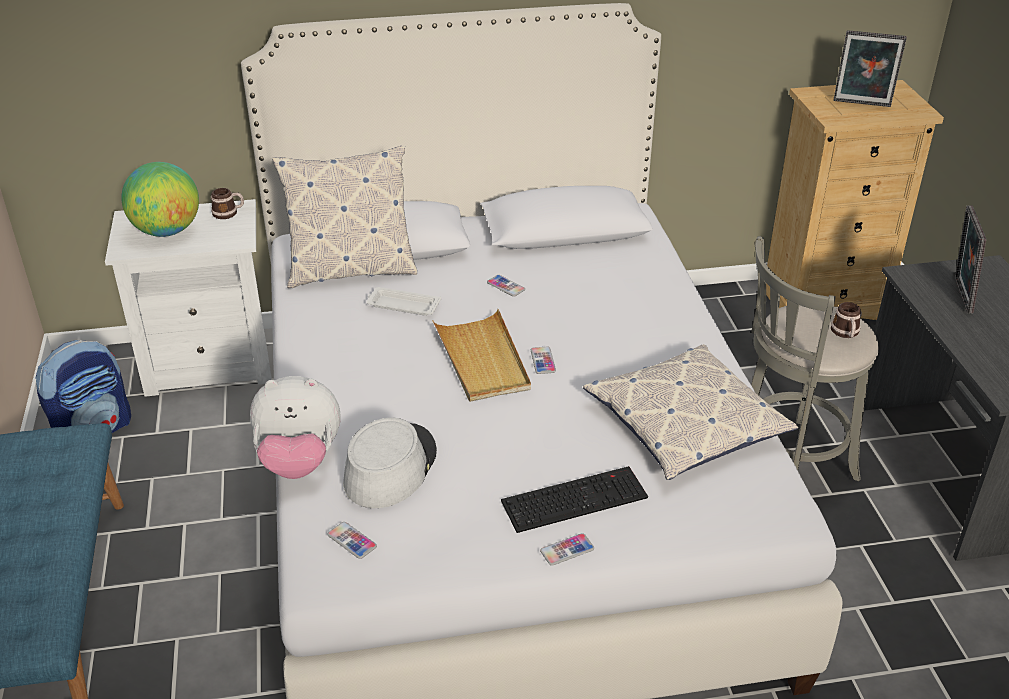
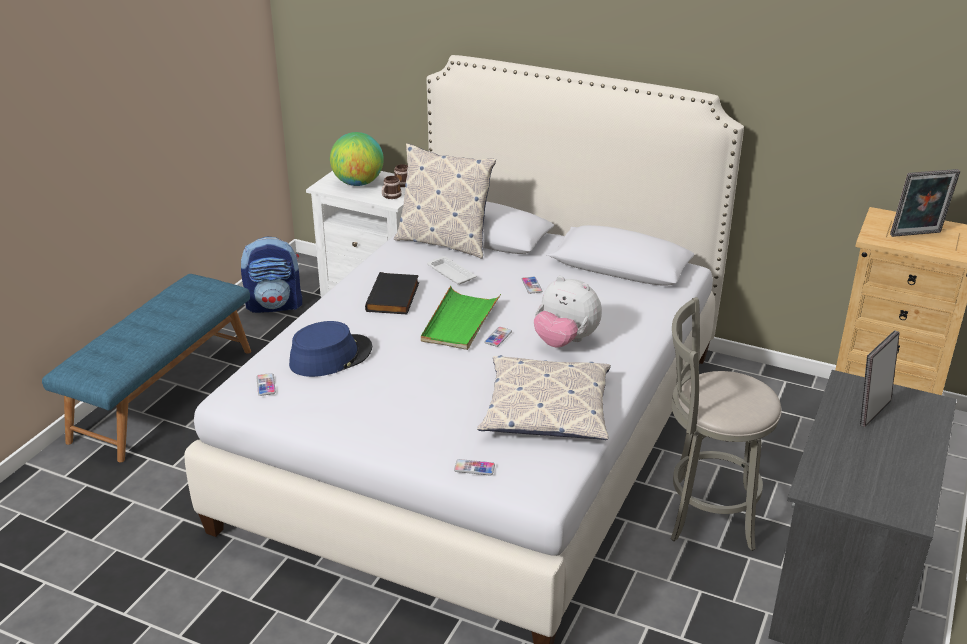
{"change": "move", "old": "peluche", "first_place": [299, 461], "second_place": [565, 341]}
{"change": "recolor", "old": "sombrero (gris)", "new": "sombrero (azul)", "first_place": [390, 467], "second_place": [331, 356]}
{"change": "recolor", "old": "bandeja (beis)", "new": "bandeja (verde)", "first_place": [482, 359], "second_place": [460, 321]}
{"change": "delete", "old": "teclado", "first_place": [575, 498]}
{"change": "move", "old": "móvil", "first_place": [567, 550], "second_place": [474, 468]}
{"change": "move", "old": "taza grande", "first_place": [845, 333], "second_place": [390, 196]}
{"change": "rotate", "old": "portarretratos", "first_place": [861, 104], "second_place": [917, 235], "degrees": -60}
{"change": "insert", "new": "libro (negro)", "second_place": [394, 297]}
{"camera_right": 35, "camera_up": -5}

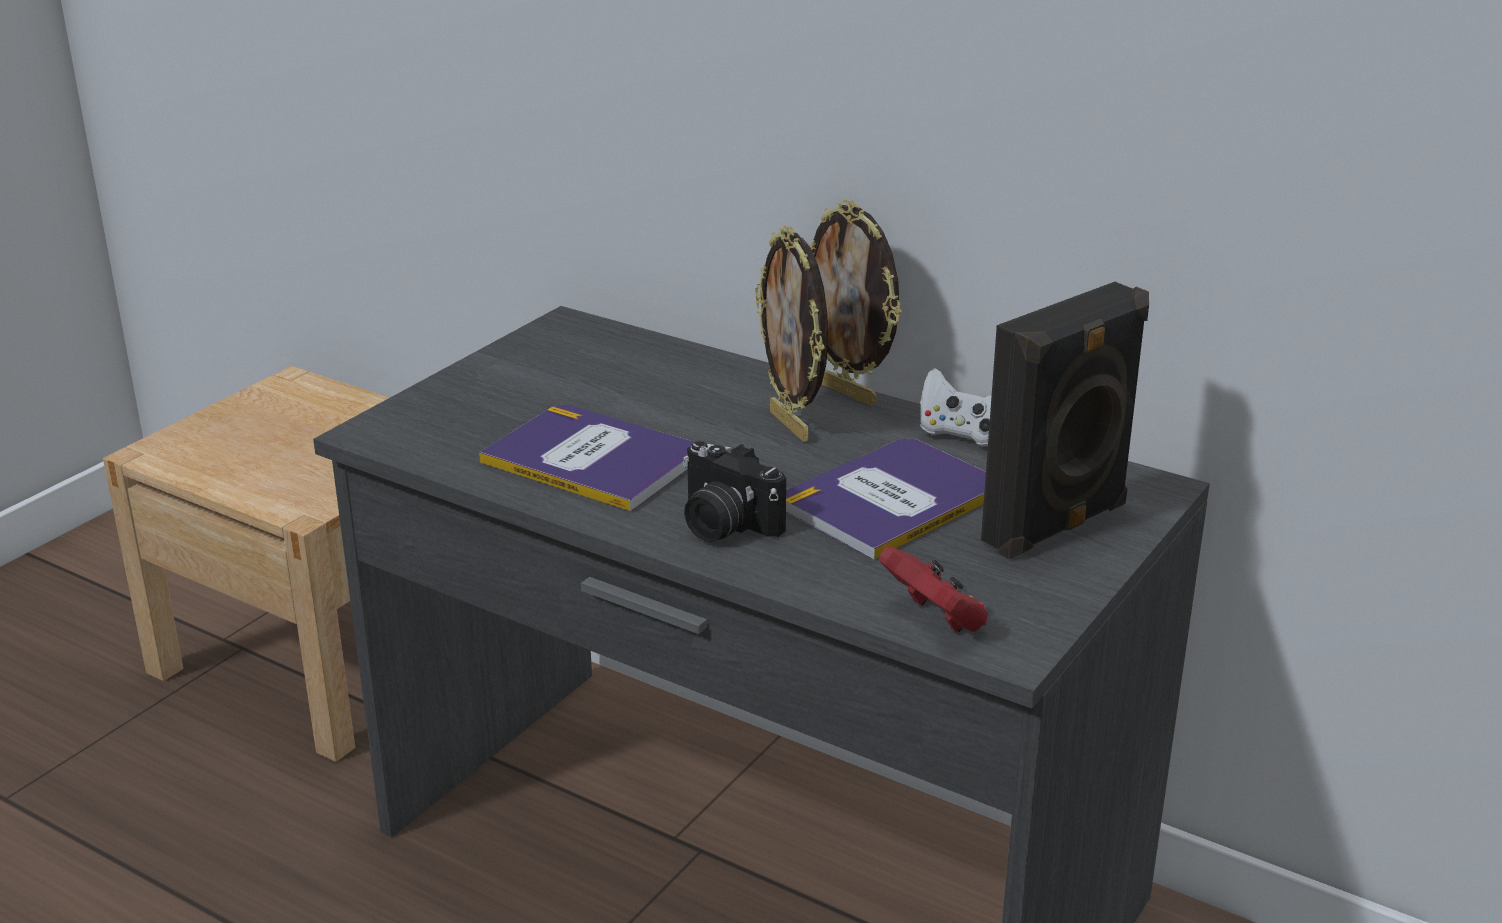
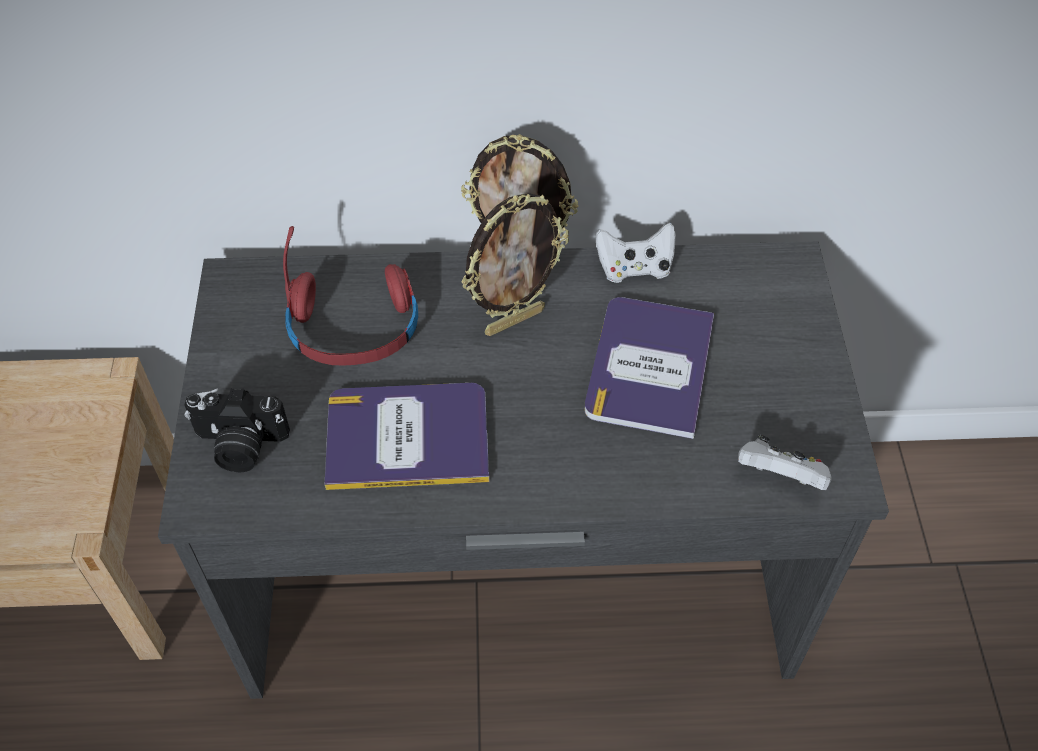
{"change": "move", "old": "cámara", "first_place": [723, 525], "second_place": [239, 445]}
{"change": "rotate", "old": "portarretratos", "first_place": [792, 426], "second_place": [514, 320], "degrees": -60}
{"change": "recolor", "old": "mando de consola (rojo)", "new": "mando de consola (blanco)", "first_place": [935, 619], "second_place": [780, 477]}
{"change": "delete", "old": "altavoz (negro)", "first_place": [1058, 526]}
{"change": "insert", "new": "auriculares (rojo)", "second_place": [354, 327]}
{"camera_right": -35, "camera_up": 25}

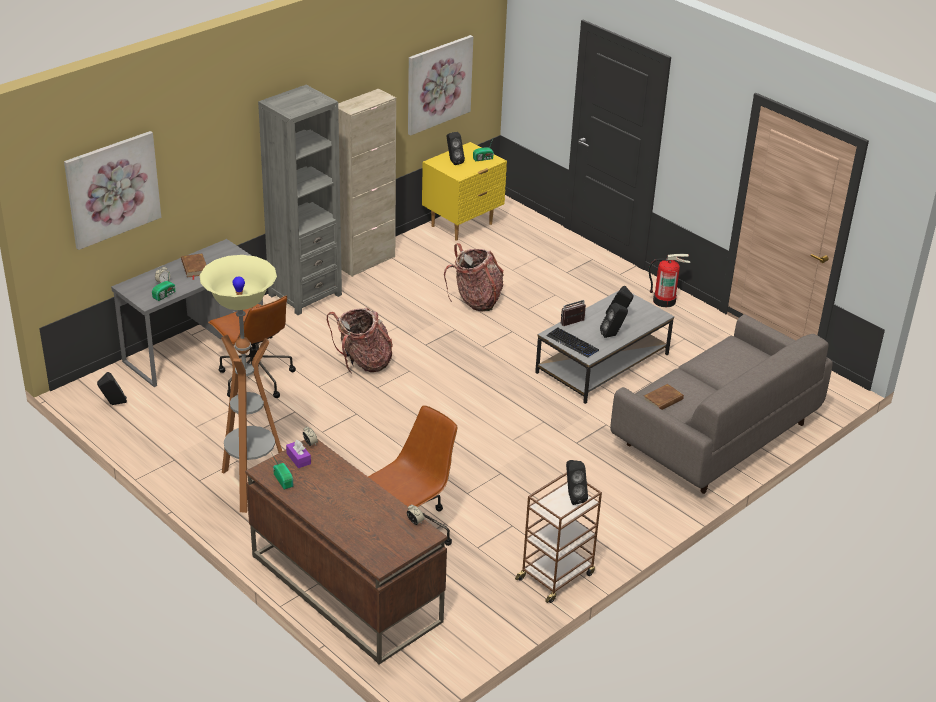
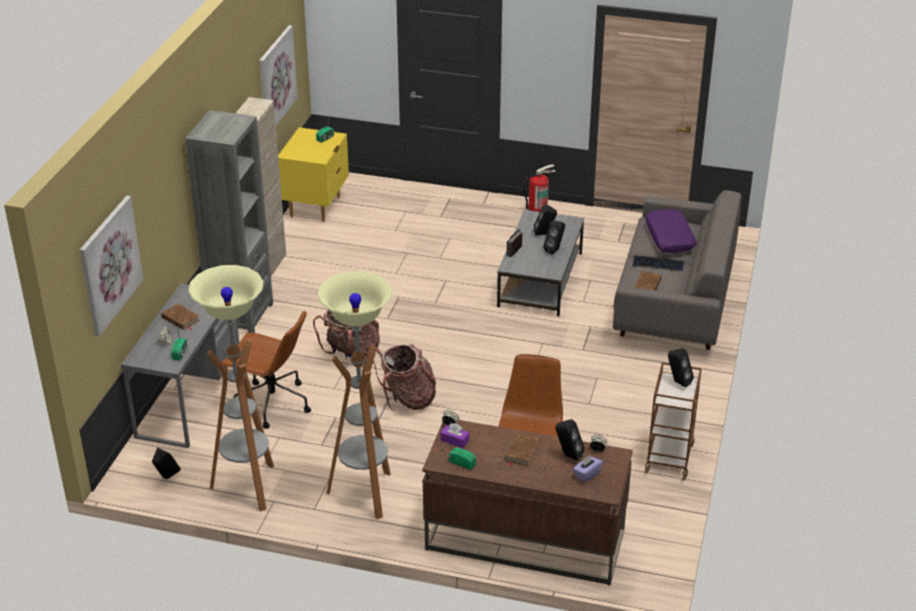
{"change": "move", "old": "mochila", "first_place": [476, 300], "second_place": [407, 399]}
{"change": "move", "old": "altavoz (negro)", "first_place": [453, 162], "second_place": [568, 455]}
{"change": "move", "old": "teclado", "first_place": [572, 343], "second_place": [658, 264]}
{"change": "insert", "new": "lámpara de pie", "second_place": [248, 487]}
{"change": "insert", "new": "libro (marrón)", "second_place": [521, 452]}
{"change": "insert", "new": "caja de pañuelos (morado)", "second_place": [587, 474]}
{"change": "insert", "new": "cojín (morado)", "second_place": [670, 237]}
{"camera_right": -30, "camera_up": 0}

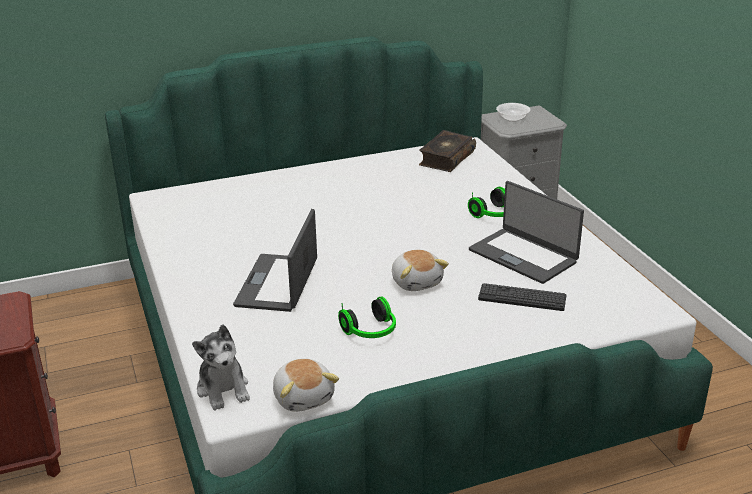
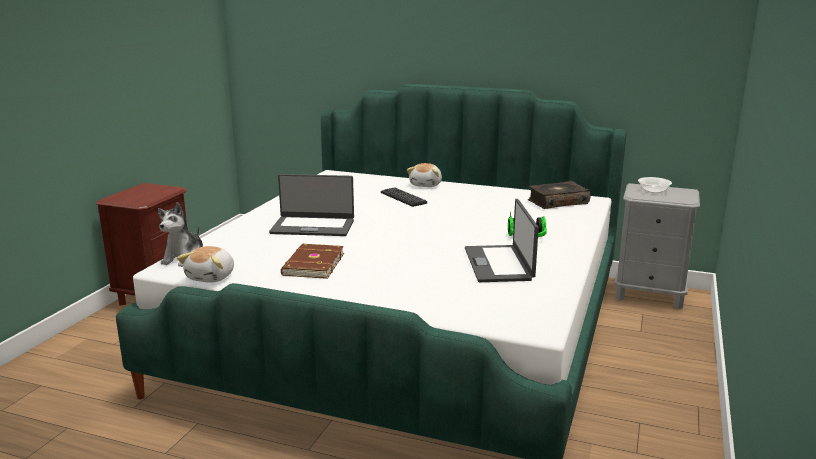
{"change": "rotate", "old": "portátil", "first_place": [278, 283], "second_place": [313, 226], "degrees": -135}
{"change": "replace", "old": "auriculares", "new": "libro (marrón)", "first_place": [371, 332], "second_place": [312, 264]}
{"change": "move", "old": "peluche", "first_place": [417, 282], "second_place": [426, 185]}
{"change": "move", "old": "teclado", "first_place": [522, 298], "second_place": [403, 198]}
{"camera_right": 40, "camera_up": -10}

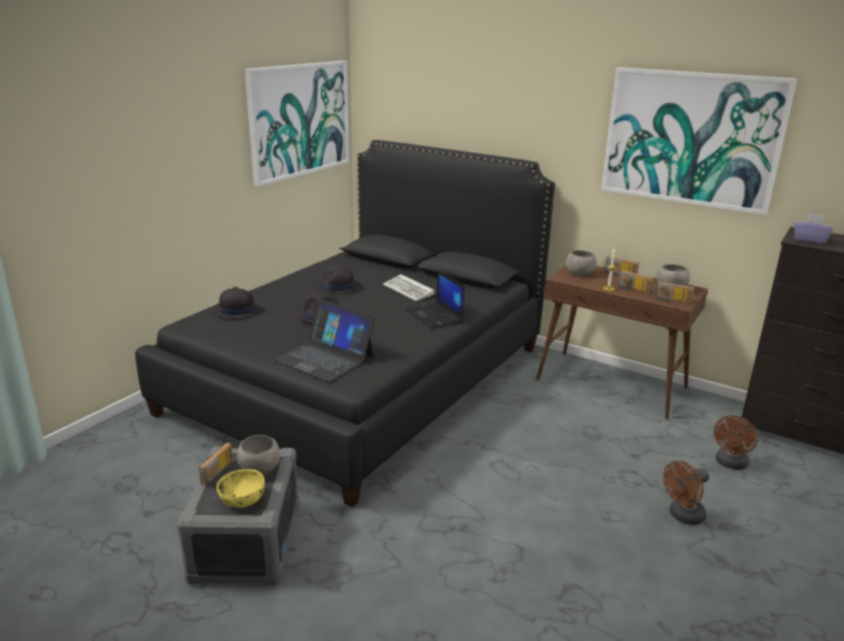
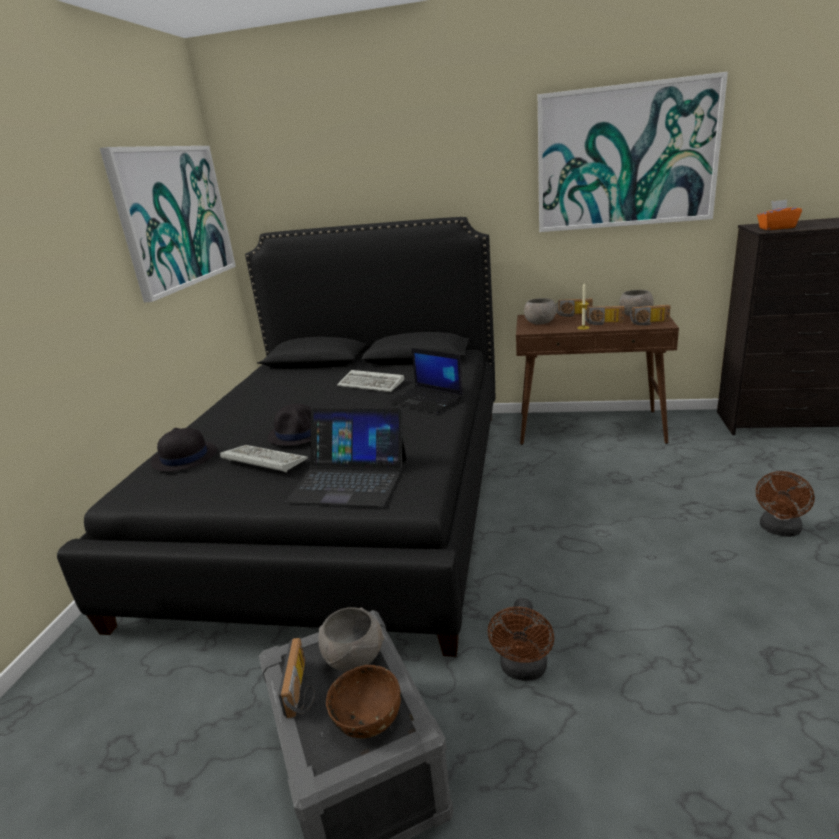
{"change": "recolor", "old": "cuenco (amarillo)", "new": "cuenco (marrón)", "first_place": [242, 499], "second_place": [366, 717]}
{"change": "delete", "old": "sombrero (negro)", "first_place": [338, 287]}
{"change": "move", "old": "ventilador (marrón)", "first_place": [730, 464], "second_place": [523, 670]}
{"change": "recolor", "old": "caja de pañuelos (morado)", "new": "caja de pañuelos (naranja)", "first_place": [809, 240], "second_place": [776, 228]}
{"change": "insert", "new": "teclado", "second_place": [262, 461]}
{"camera_right": -20, "camera_up": 0}

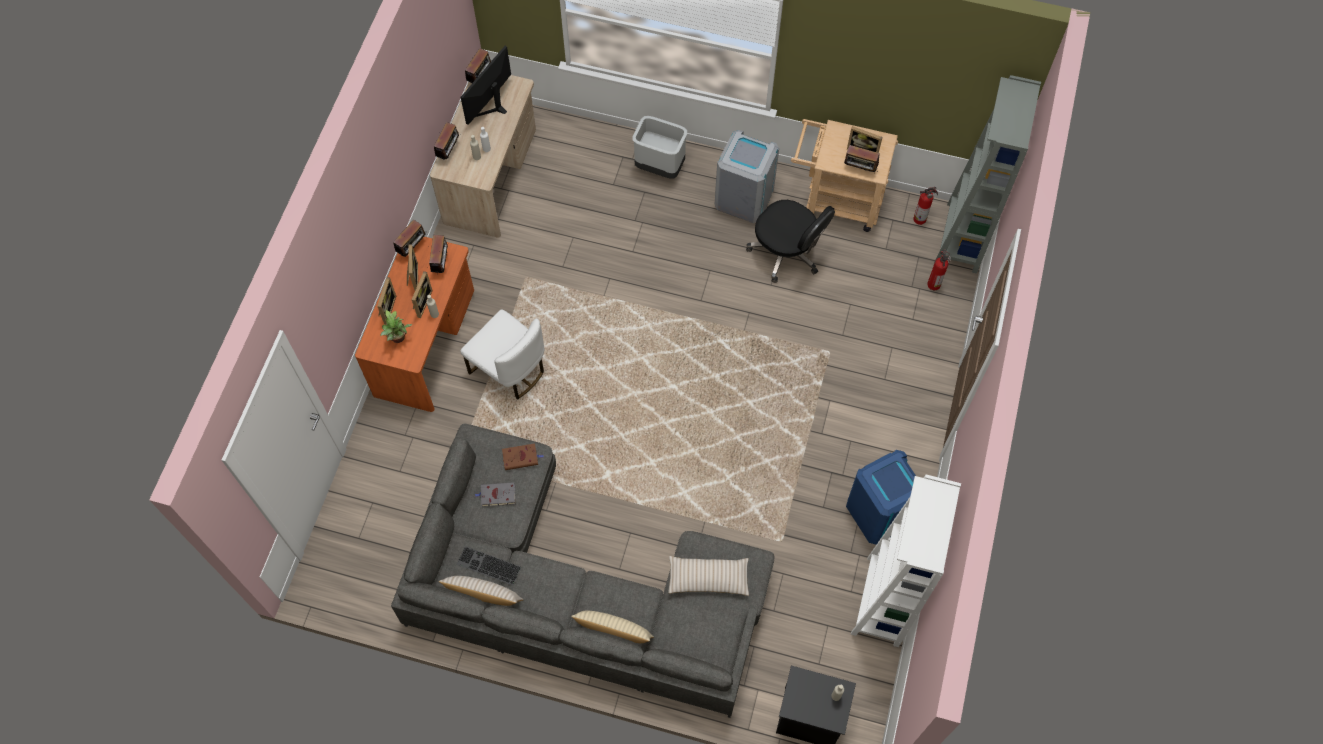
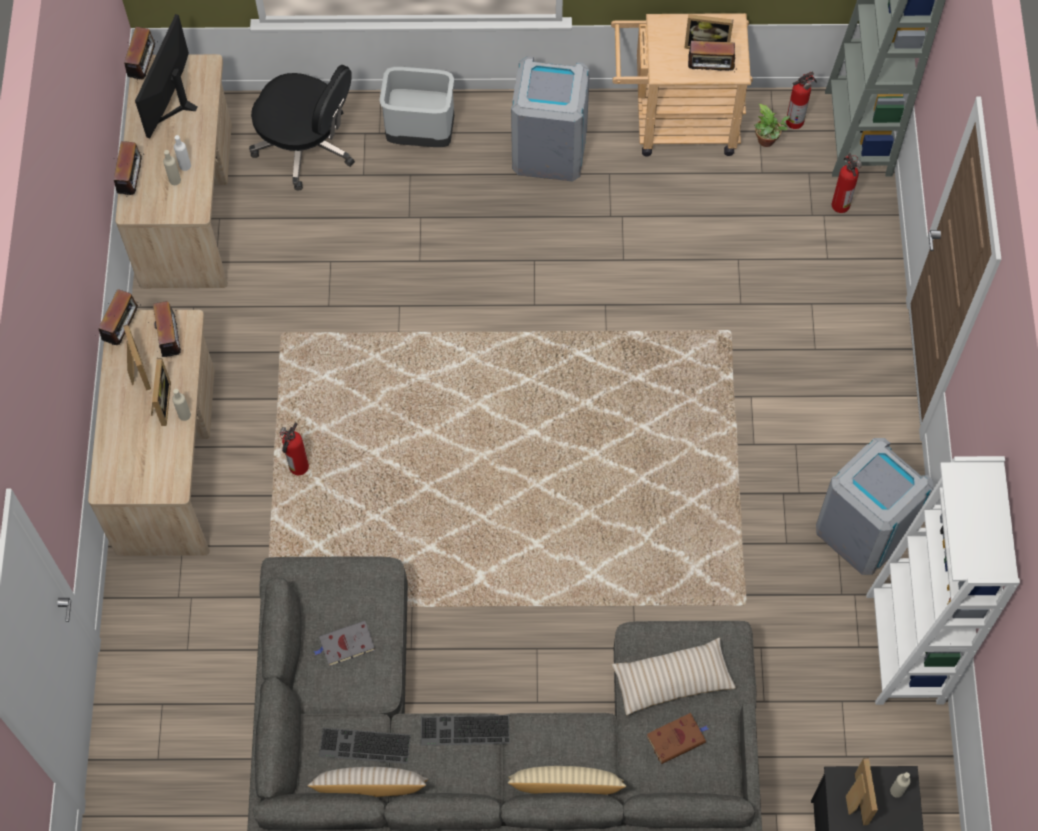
{"change": "recolor", "old": "escritorio (naranja)", "new": "escritorio (beis)", "first_place": [426, 343], "second_place": [168, 461]}
{"change": "move", "old": "portarretratos", "first_place": [386, 309], "second_place": [855, 799]}
{"change": "move", "old": "planta en maceta", "first_place": [398, 339], "second_place": [767, 142]}
{"change": "replace", "old": "silla (blanco)", "new": "extintor", "first_place": [509, 370], "second_place": [298, 468]}
{"change": "move", "old": "libro (marrón)", "first_place": [521, 457], "second_place": [677, 738]}
{"change": "move", "old": "silla de oficina (negro)", "first_place": [787, 252], "second_place": [307, 146]}
{"change": "recolor", "old": "papelera (azul)", "new": "papelera (gris)", "first_place": [879, 512], "second_place": [863, 529]}
{"change": "insert", "new": "teclado", "second_place": [464, 732]}
{"camera_right": -15, "camera_up": 0}

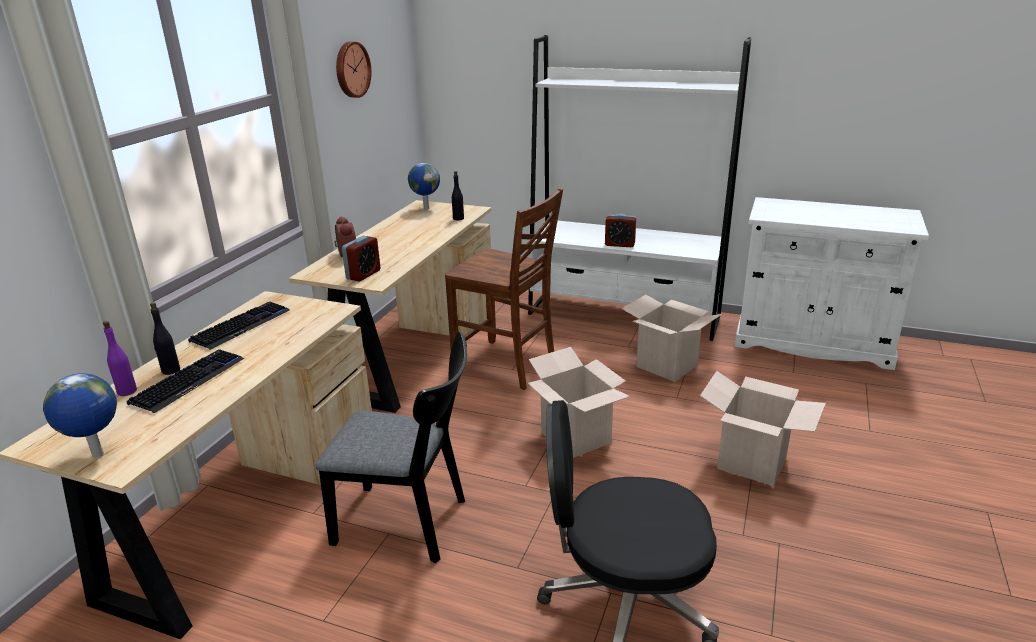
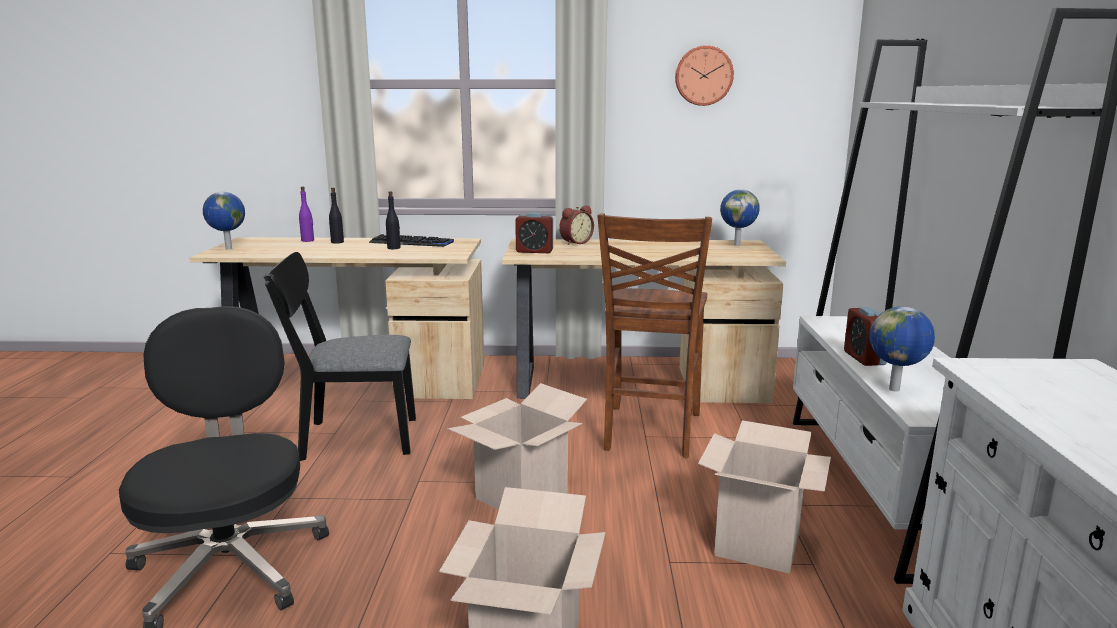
{"change": "delete", "old": "teclado", "first_place": [188, 381]}
{"change": "rotate", "old": "silla (negro)", "first_place": [410, 523], "second_place": [349, 438], "degrees": 90}
{"change": "move", "old": "botella (negro)", "first_place": [458, 218], "second_place": [394, 248]}
{"change": "insert", "new": "globo terráqueo", "second_place": [895, 390]}
{"camera_right": 70, "camera_up": -10}

